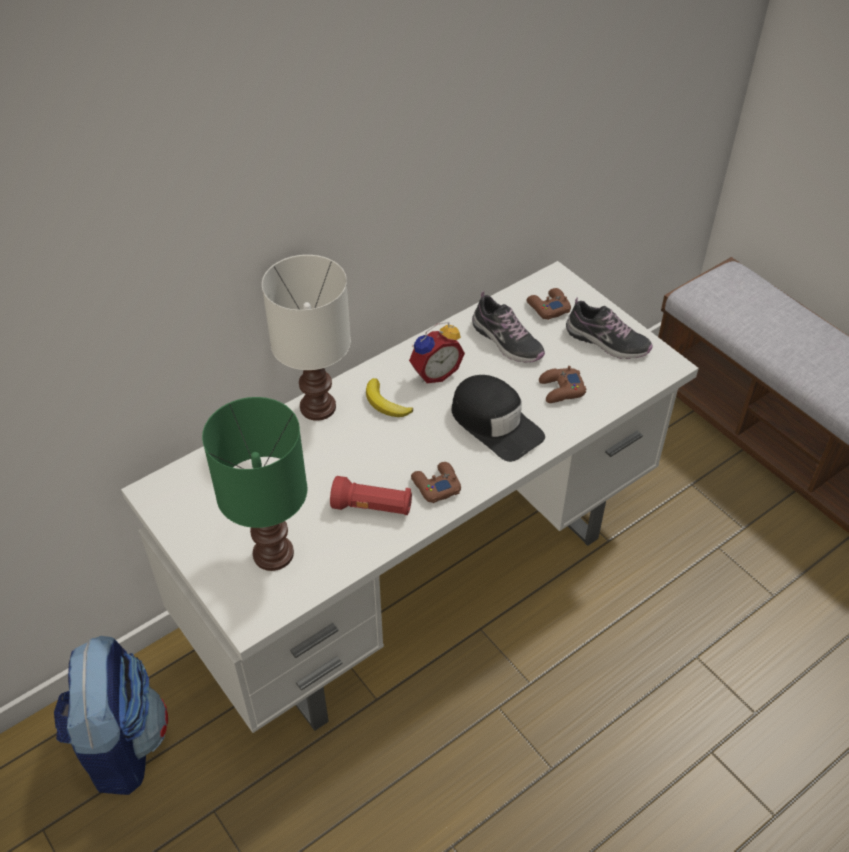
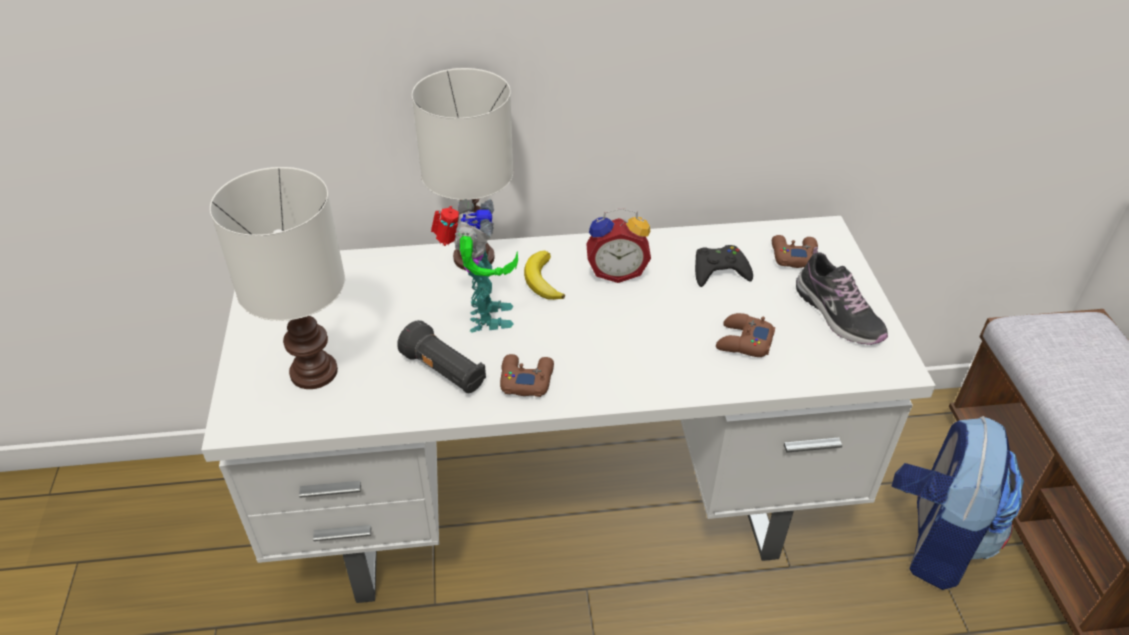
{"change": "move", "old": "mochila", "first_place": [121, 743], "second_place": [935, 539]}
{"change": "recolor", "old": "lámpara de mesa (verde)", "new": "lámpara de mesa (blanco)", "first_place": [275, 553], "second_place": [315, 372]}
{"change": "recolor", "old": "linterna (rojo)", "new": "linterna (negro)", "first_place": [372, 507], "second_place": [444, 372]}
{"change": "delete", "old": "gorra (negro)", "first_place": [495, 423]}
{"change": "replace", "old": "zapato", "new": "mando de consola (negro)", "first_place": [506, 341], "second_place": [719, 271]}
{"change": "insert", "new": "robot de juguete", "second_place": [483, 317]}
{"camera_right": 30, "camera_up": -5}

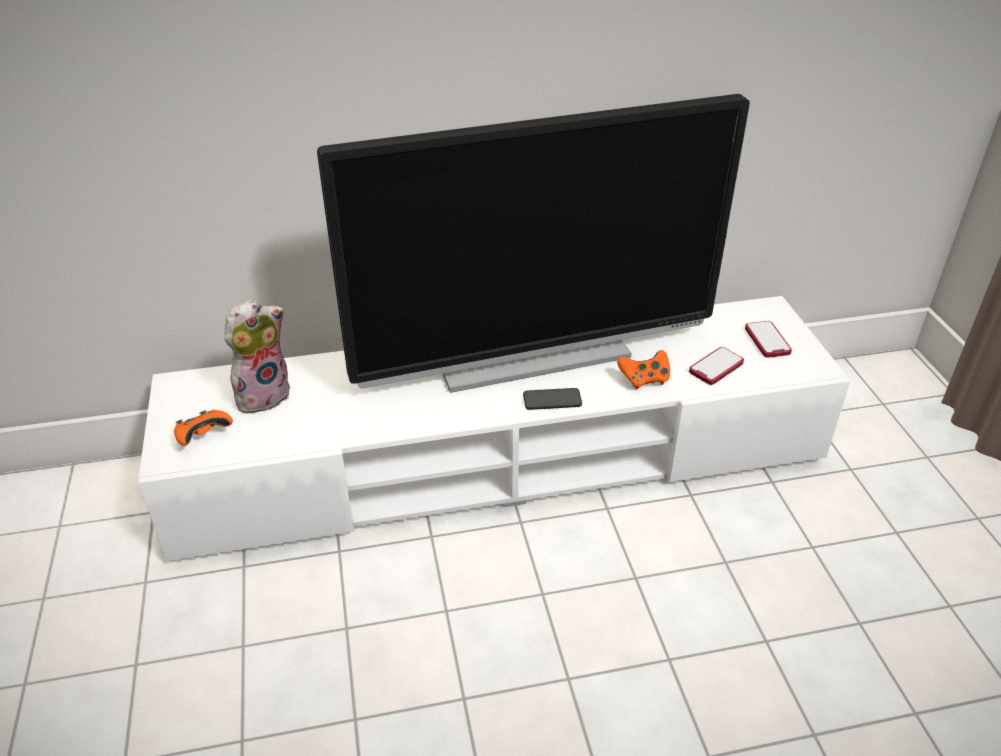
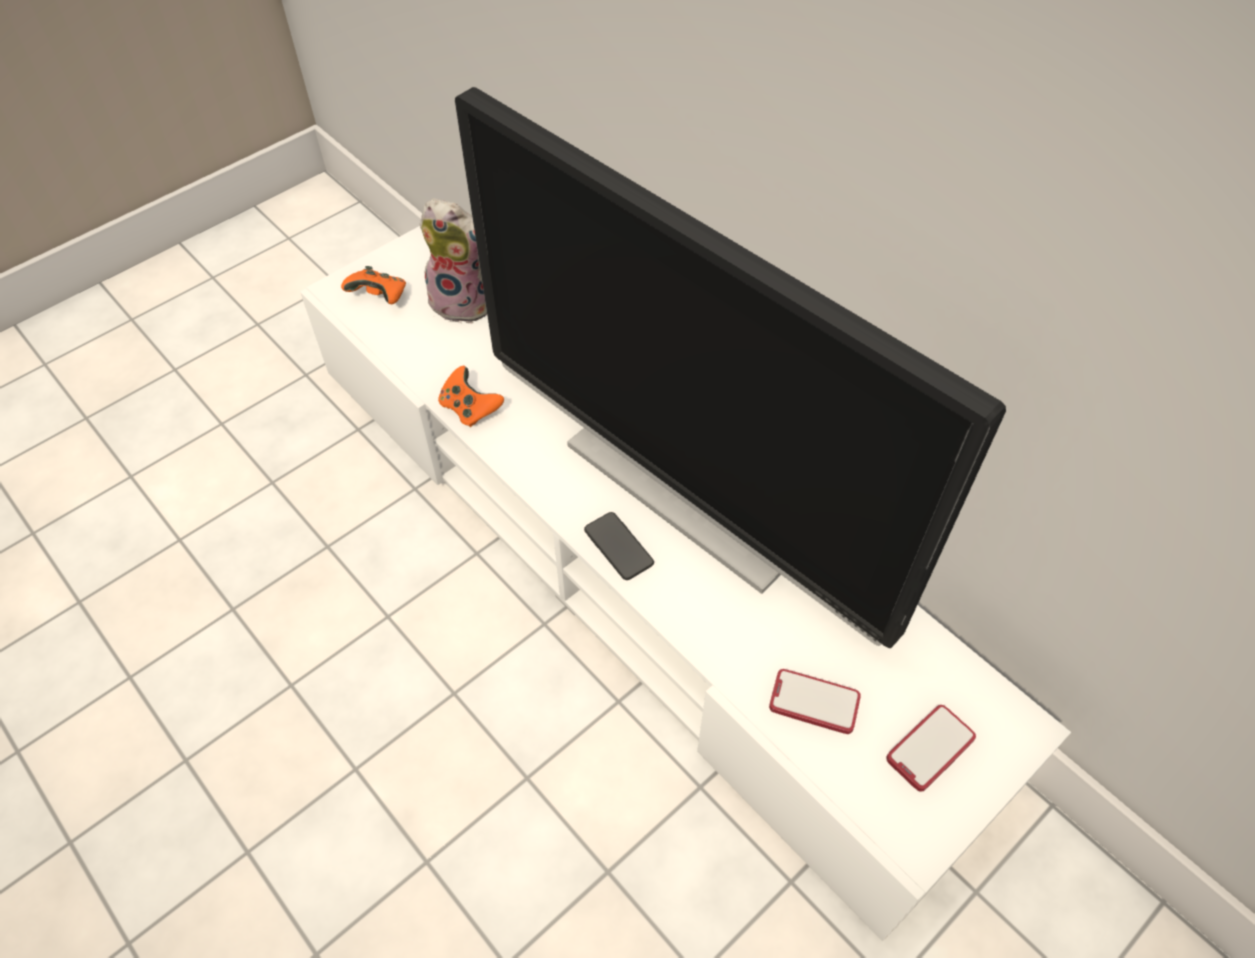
{"change": "move", "old": "mando de consola (naranja)", "first_place": [644, 379], "second_place": [470, 408]}
{"camera_right": 60, "camera_up": 15}

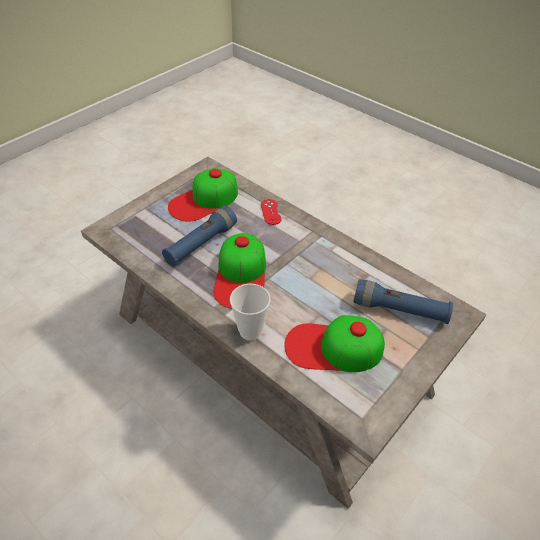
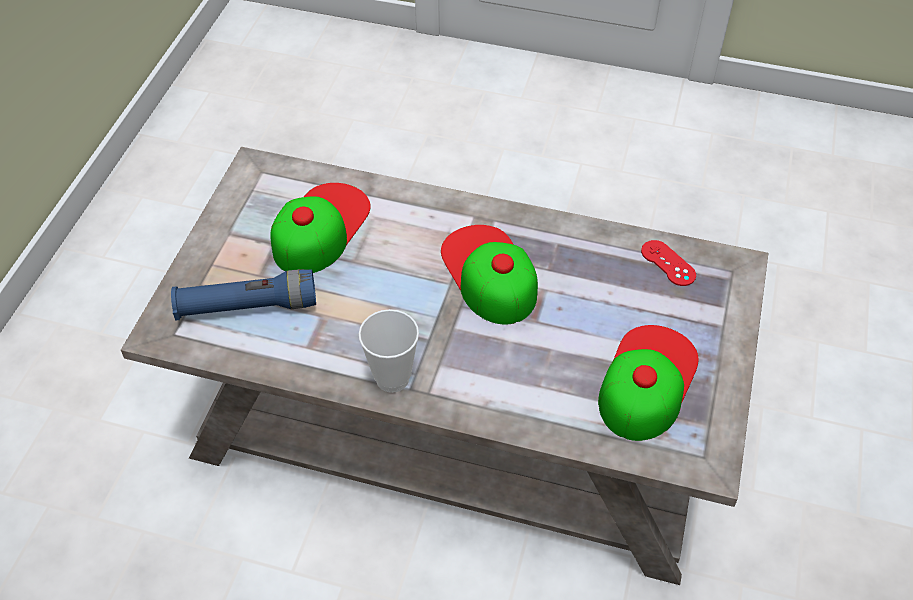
{"change": "delete", "old": "linterna (azul)", "first_place": [201, 244]}
{"change": "move", "old": "taza", "first_place": [250, 331], "second_place": [392, 378]}
{"change": "move", "old": "mando de consola (rojo)", "first_place": [270, 212], "second_place": [668, 263]}
{"change": "rotate", "old": "gorra", "first_place": [333, 348], "second_place": [320, 227], "degrees": -45}
{"camera_right": 155, "camera_up": 5}

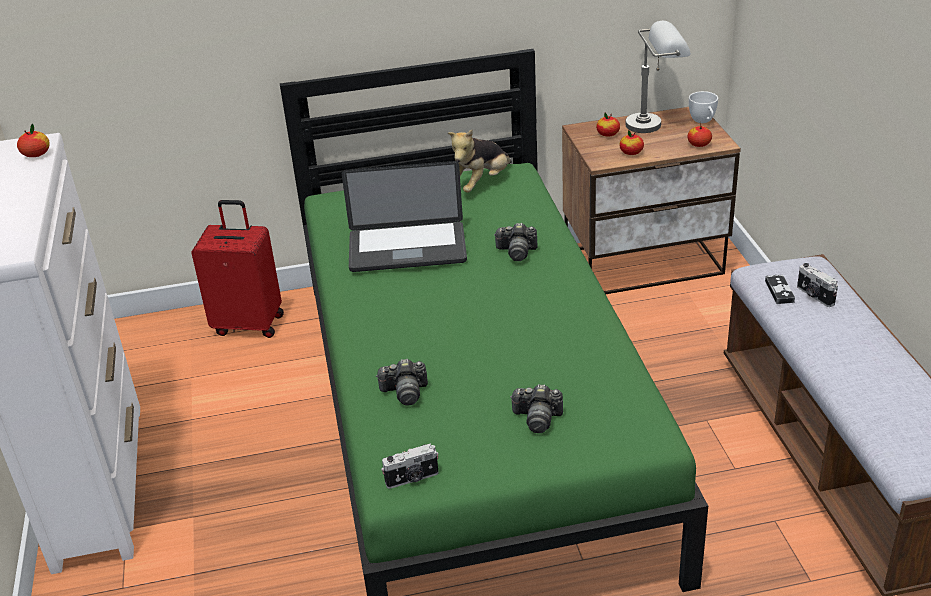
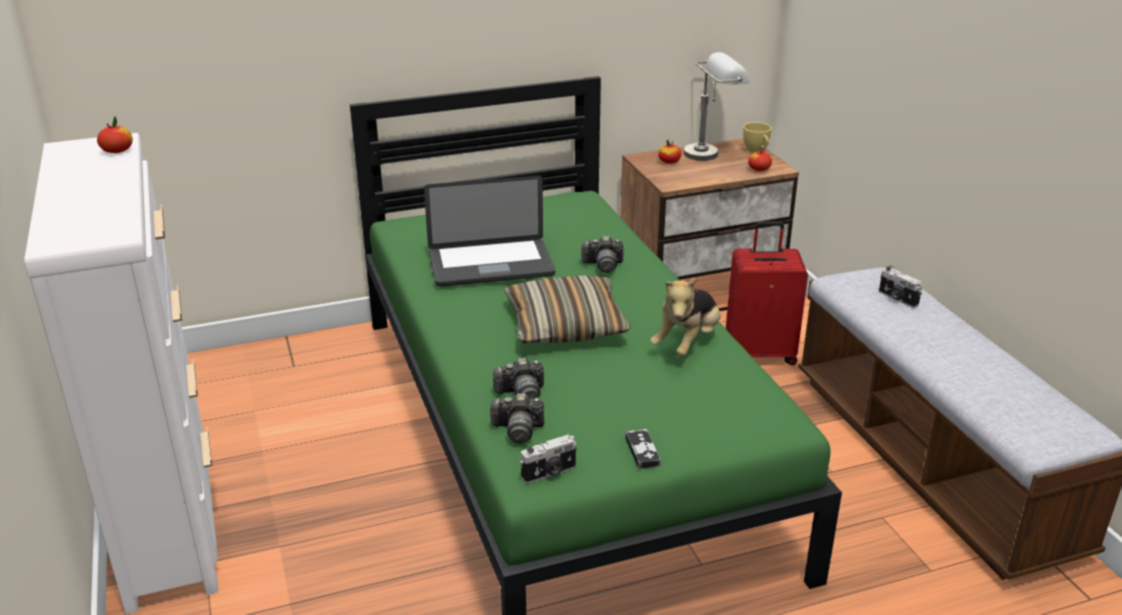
{"change": "move", "old": "maleta (rojo)", "first_place": [249, 324], "second_place": [760, 353]}
{"change": "move", "old": "peluche", "first_place": [481, 183], "second_place": [687, 343]}
{"change": "move", "old": "cámara", "first_place": [537, 418], "second_place": [518, 430]}
{"change": "delete", "old": "manzana", "first_place": [631, 152]}
{"change": "recolor", "old": "taza (blanco)", "new": "taza (amarillo)", "first_place": [703, 121], "second_place": [757, 150]}
{"change": "move", "old": "mando de consola", "first_place": [779, 291], "second_place": [642, 451]}
{"change": "insert", "new": "cojín", "second_place": [565, 325]}
{"camera_right": -10, "camera_up": -5}

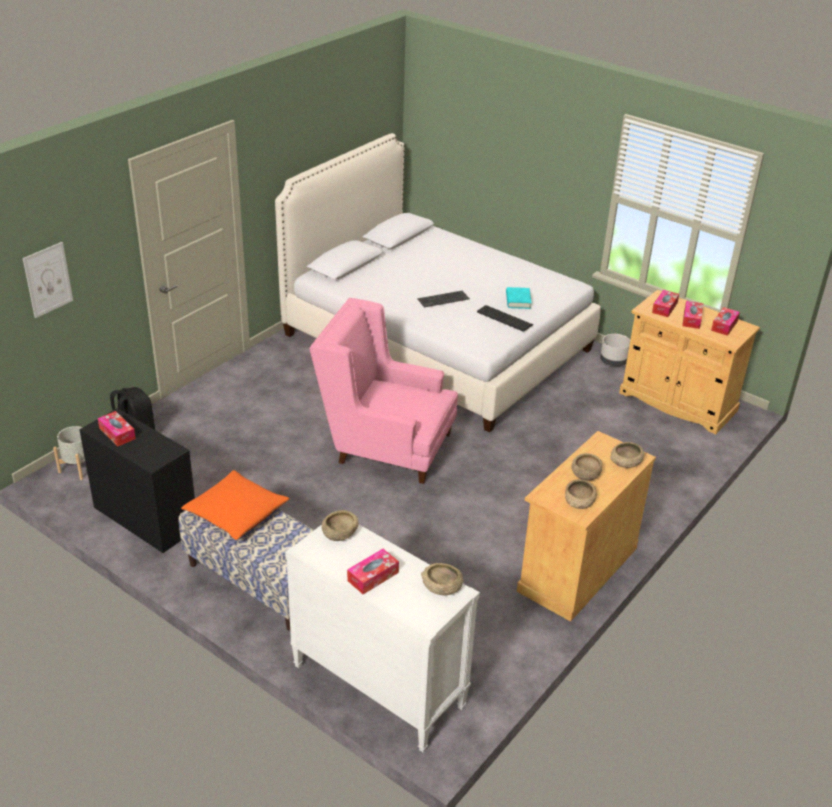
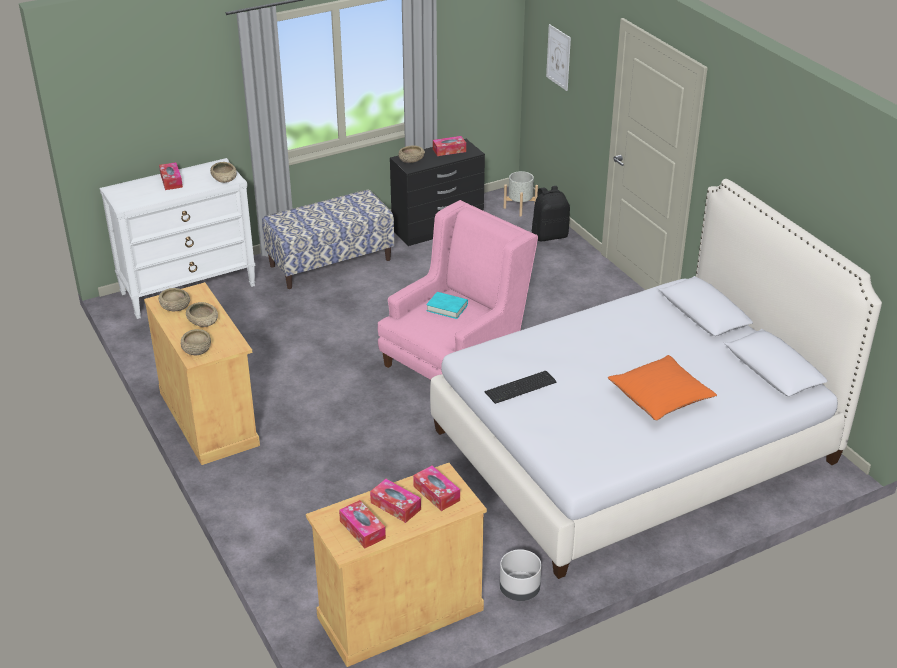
{"change": "move", "old": "cojín (naranja)", "first_place": [236, 513], "second_place": [660, 397]}
{"change": "delete", "old": "teclado", "first_place": [443, 299]}
{"change": "move", "old": "cuenco (beis)", "first_place": [441, 586], "second_place": [411, 159]}
{"change": "move", "old": "libro (turquesa)", "first_place": [518, 301], "second_place": [447, 308]}
{"camera_right": 115, "camera_up": 0}

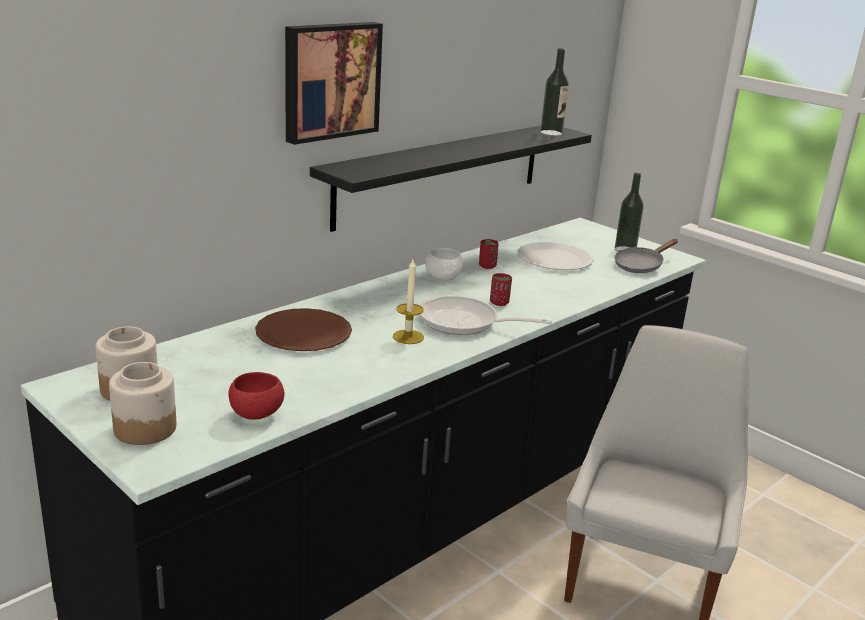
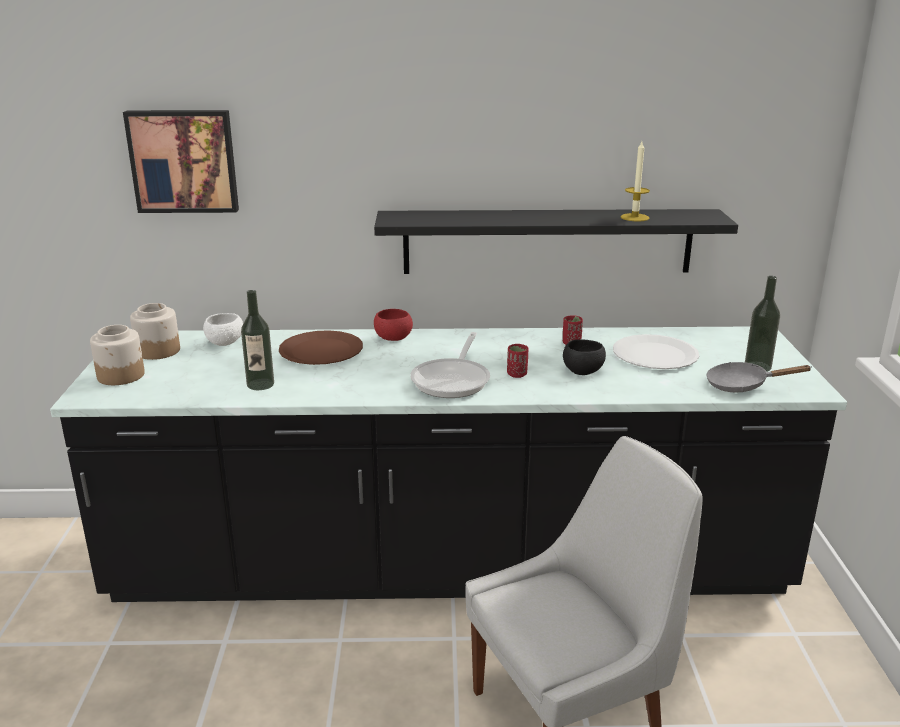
{"change": "move", "old": "cuenco (rojo)", "first_place": [256, 414], "second_place": [393, 338]}
{"change": "move", "old": "cuadro", "first_place": [330, 80], "second_place": [184, 161]}
{"change": "move", "old": "vela", "first_place": [408, 337], "second_place": [635, 217]}
{"change": "rotate", "old": "sartén", "first_place": [465, 322], "second_place": [453, 380], "degrees": -135}
{"change": "move", "old": "cuenco (blanco)", "first_place": [443, 278], "second_place": [225, 343]}
{"change": "move", "old": "botella", "first_place": [551, 133], "second_place": [260, 384]}
{"change": "insert", "new": "cuenco (negro)", "second_place": [583, 372]}
{"camera_right": 45, "camera_up": 0}

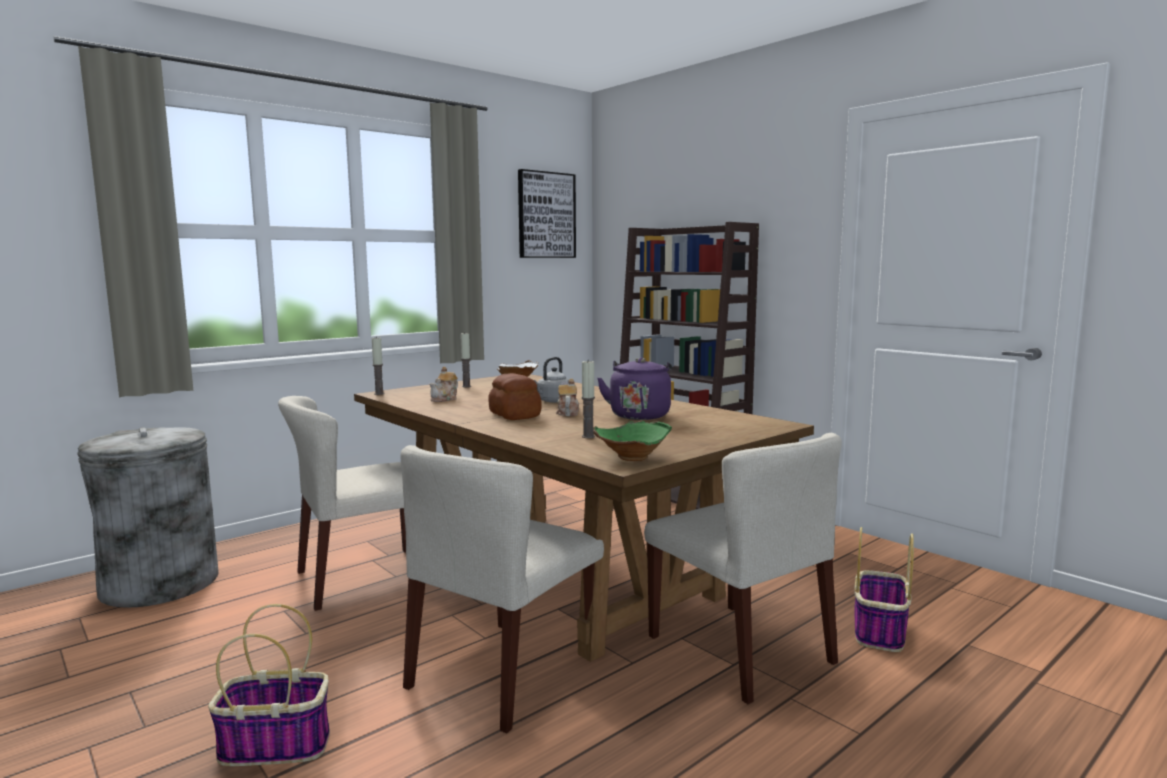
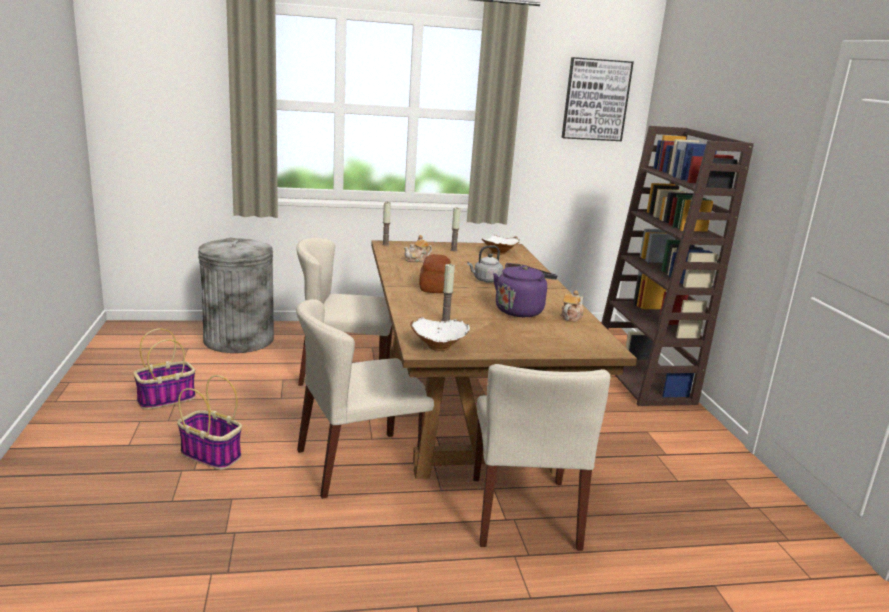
{"change": "move", "old": "tetera", "first_place": [568, 413], "second_place": [571, 317]}
{"change": "recolor", "old": "cuenco (verde)", "new": "cuenco (blanco)", "first_place": [631, 457], "second_place": [438, 346]}
{"change": "move", "old": "cesta", "first_place": [879, 630], "second_place": [167, 399]}
{"camera_right": 30, "camera_up": 10}

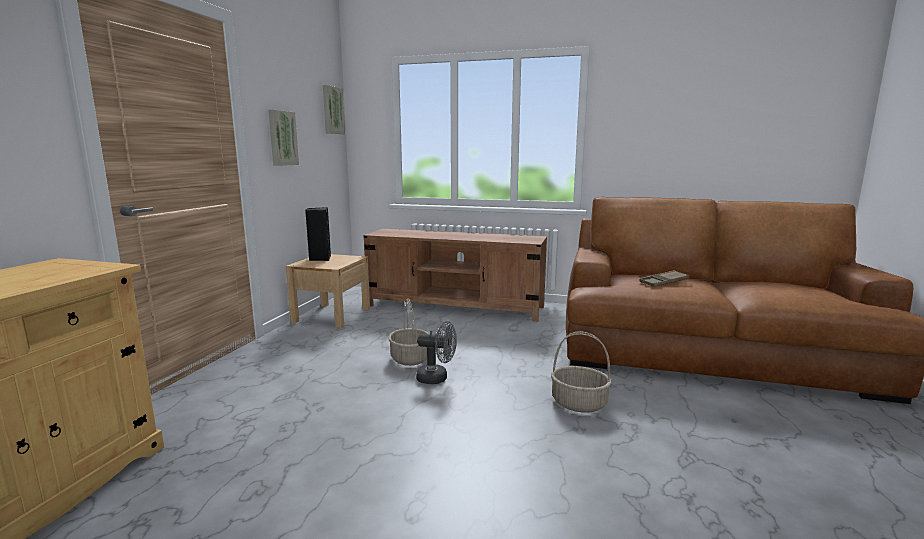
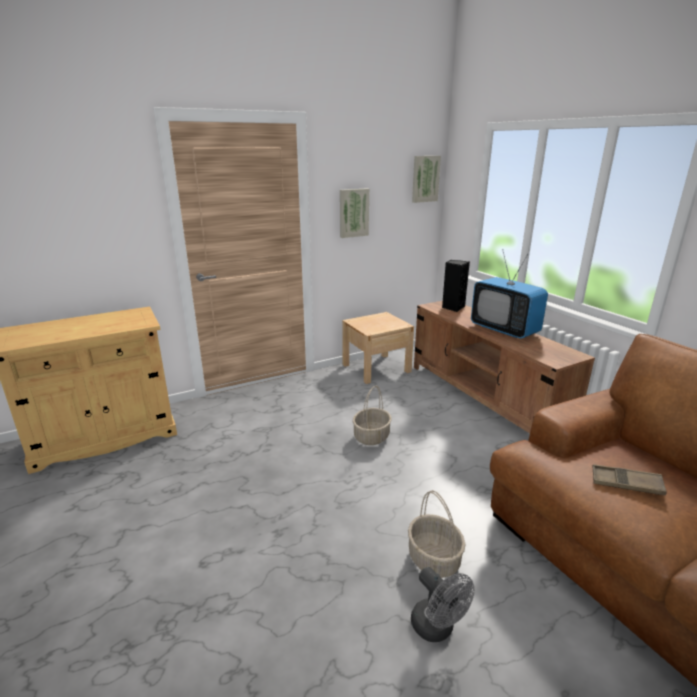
{"change": "move", "old": "altavoz (negro)", "first_place": [320, 258], "second_place": [453, 307]}
{"change": "move", "old": "ventilador (gris)", "first_place": [437, 378], "second_place": [437, 629]}
{"change": "insert", "new": "televisor", "second_place": [504, 330]}
{"camera_right": 45, "camera_up": 10}

